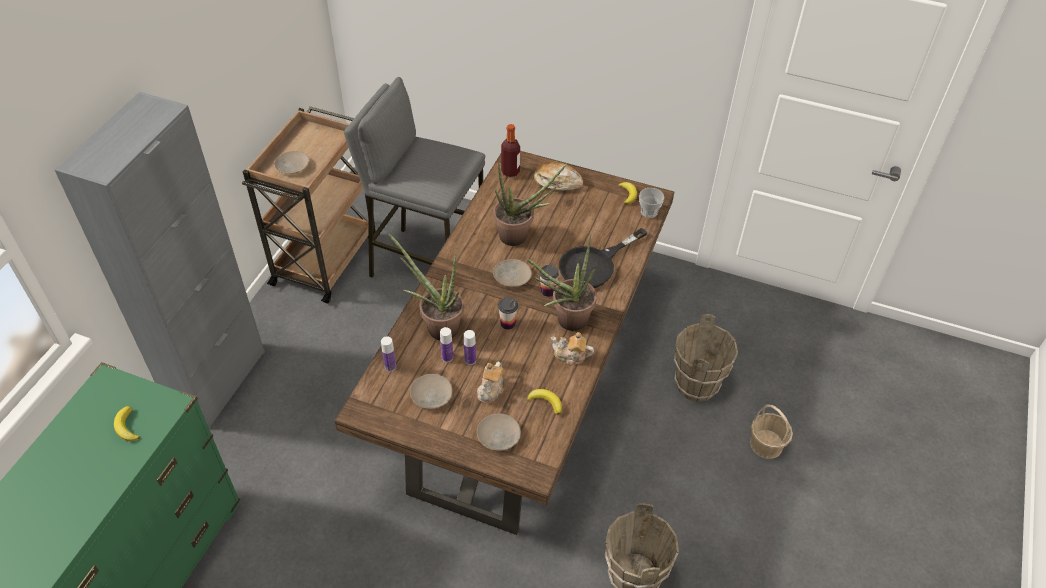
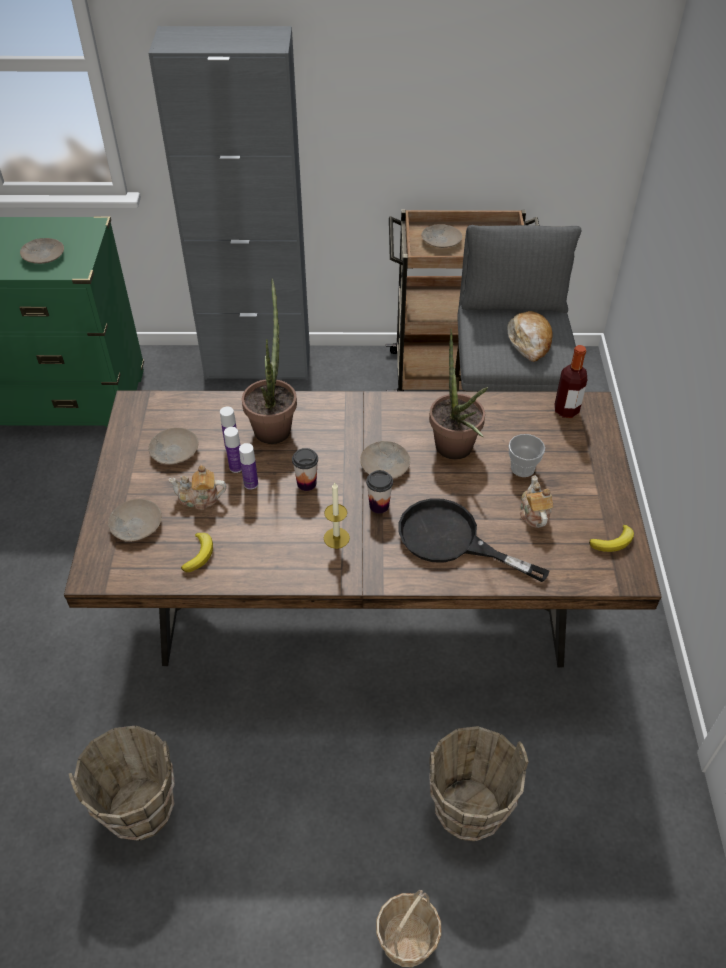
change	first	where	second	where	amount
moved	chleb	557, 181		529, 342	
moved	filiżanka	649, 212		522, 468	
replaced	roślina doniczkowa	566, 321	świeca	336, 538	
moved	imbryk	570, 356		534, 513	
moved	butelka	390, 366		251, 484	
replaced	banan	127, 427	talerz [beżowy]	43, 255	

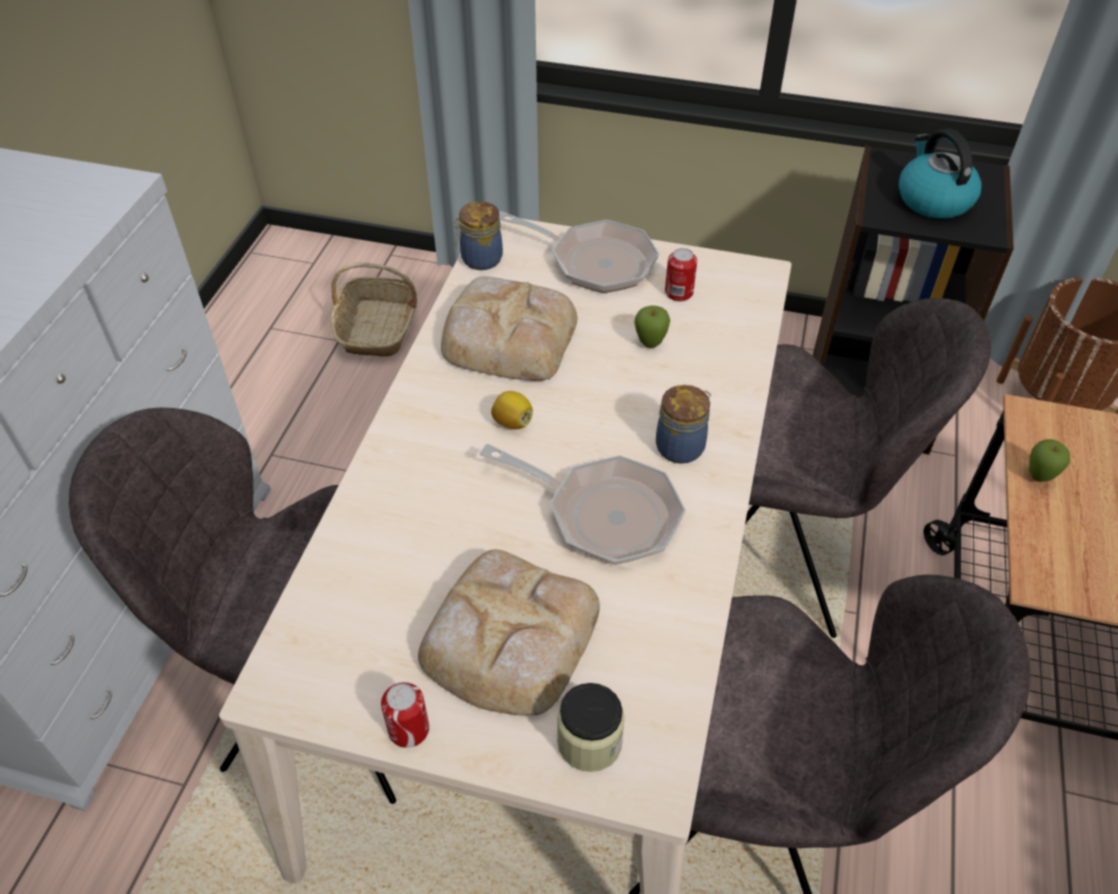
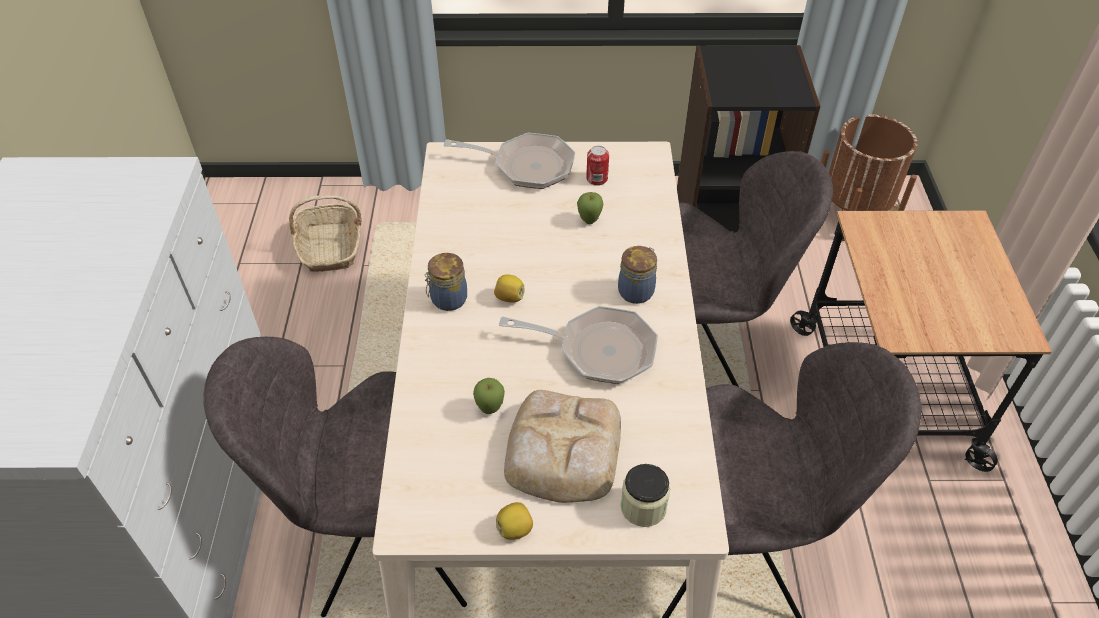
change	first	where	second	where	amount
removed	czajnik	932, 199			
moved	słoik	479, 259		447, 300	
removed	chleb	507, 336			
moved	jabłko	1038, 477		490, 409	
replaced	puszka	409, 729	cytryna	515, 529	

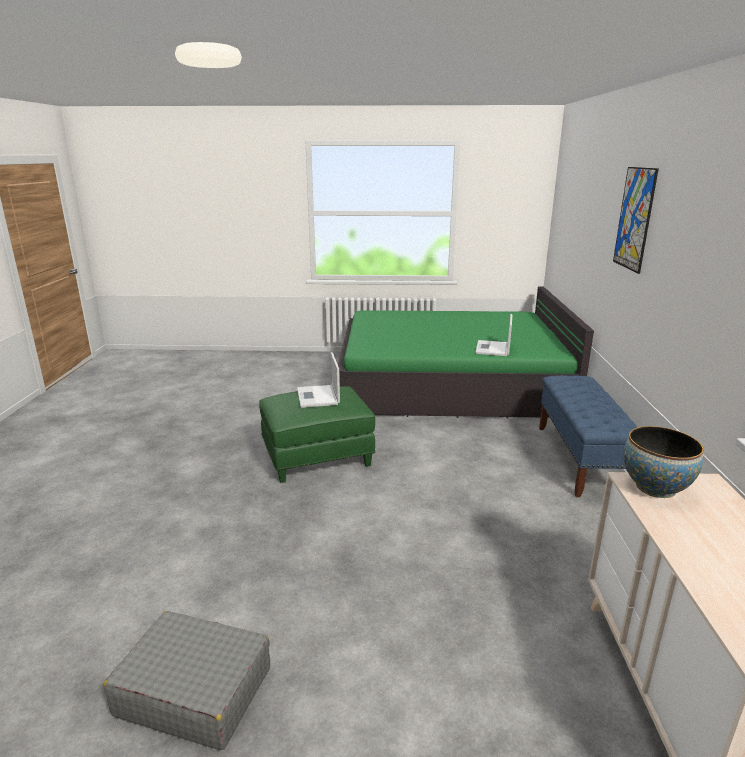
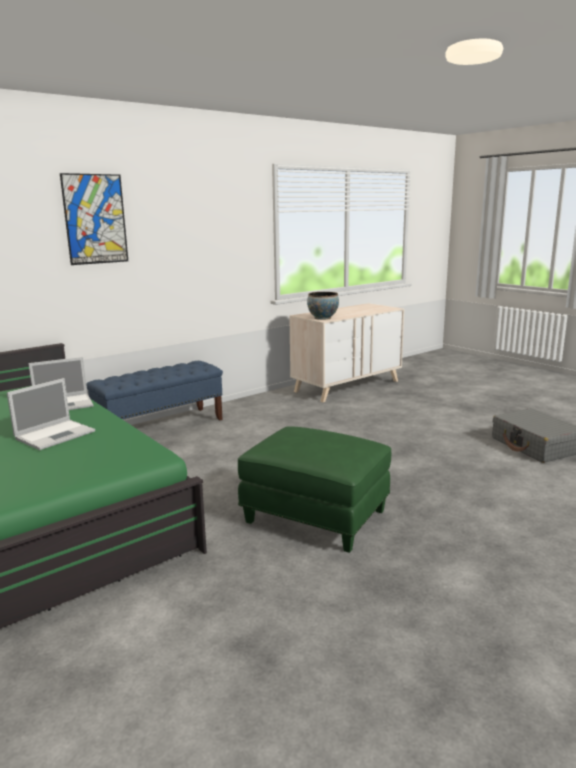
change	first	where	second	where	amount
moved	laptop	318, 397		56, 434	

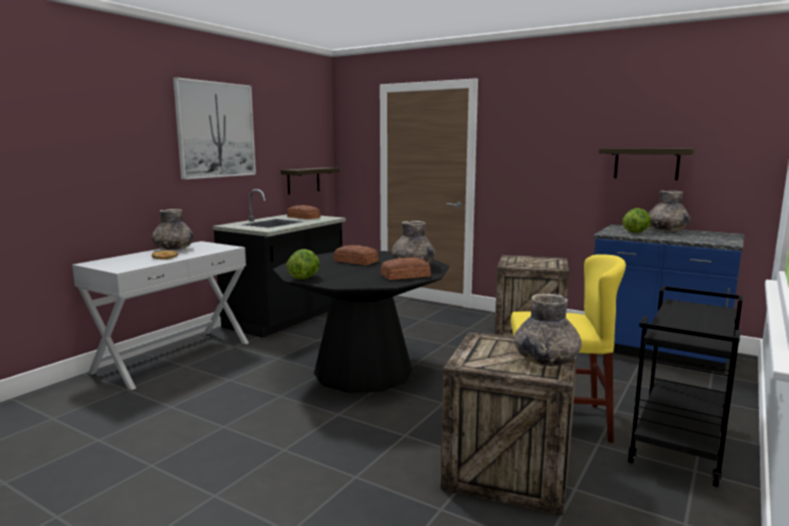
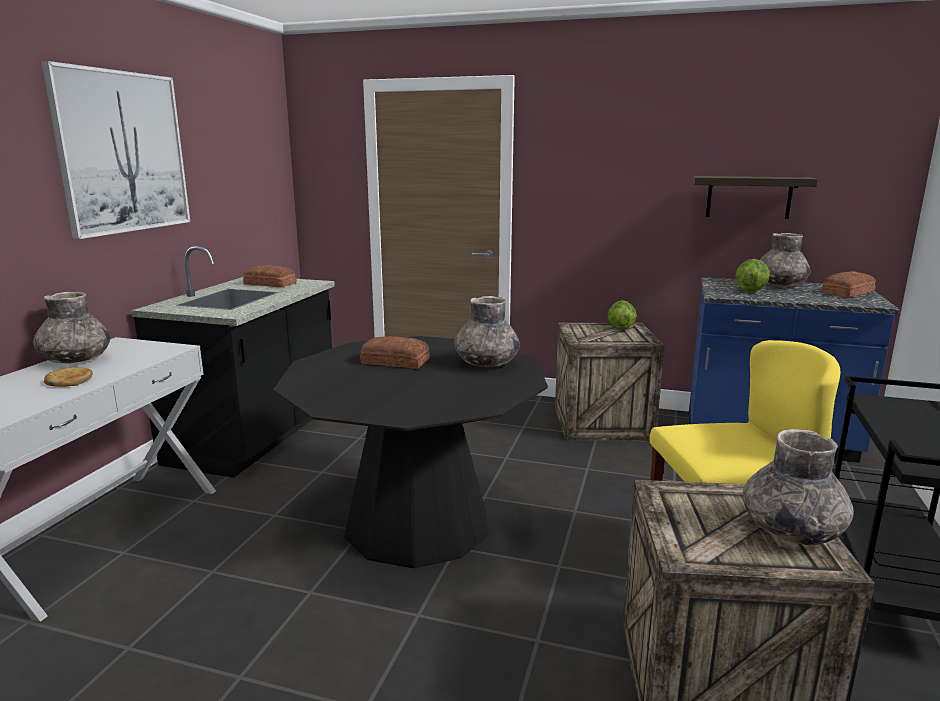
change	first	where	second	where	amount
removed	półka	303, 180			
moved	sałata	304, 278		620, 328	
moved	chleb	404, 275		846, 292	

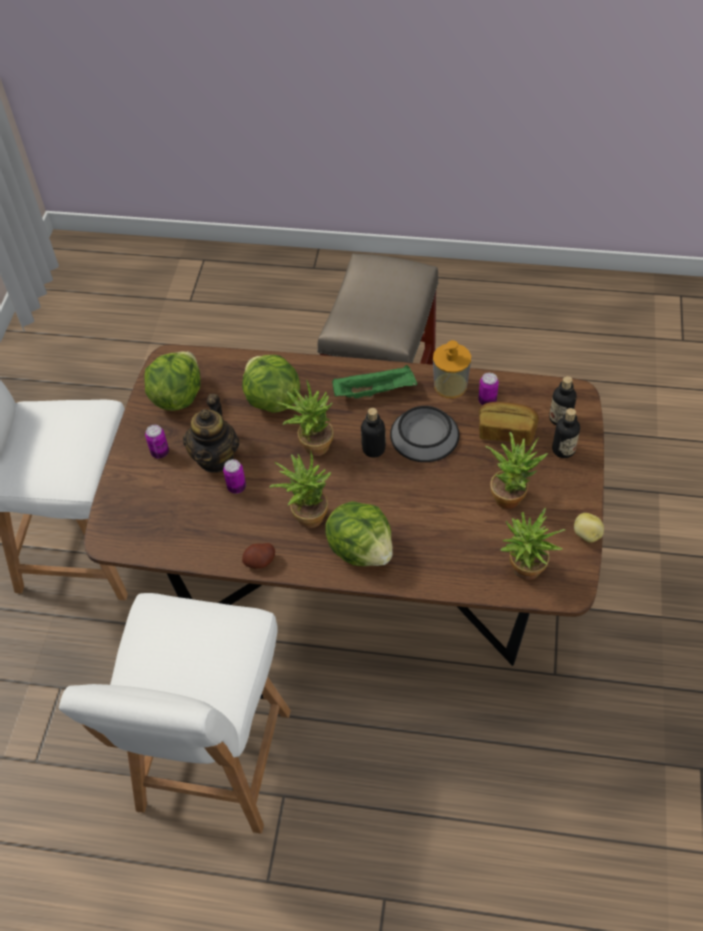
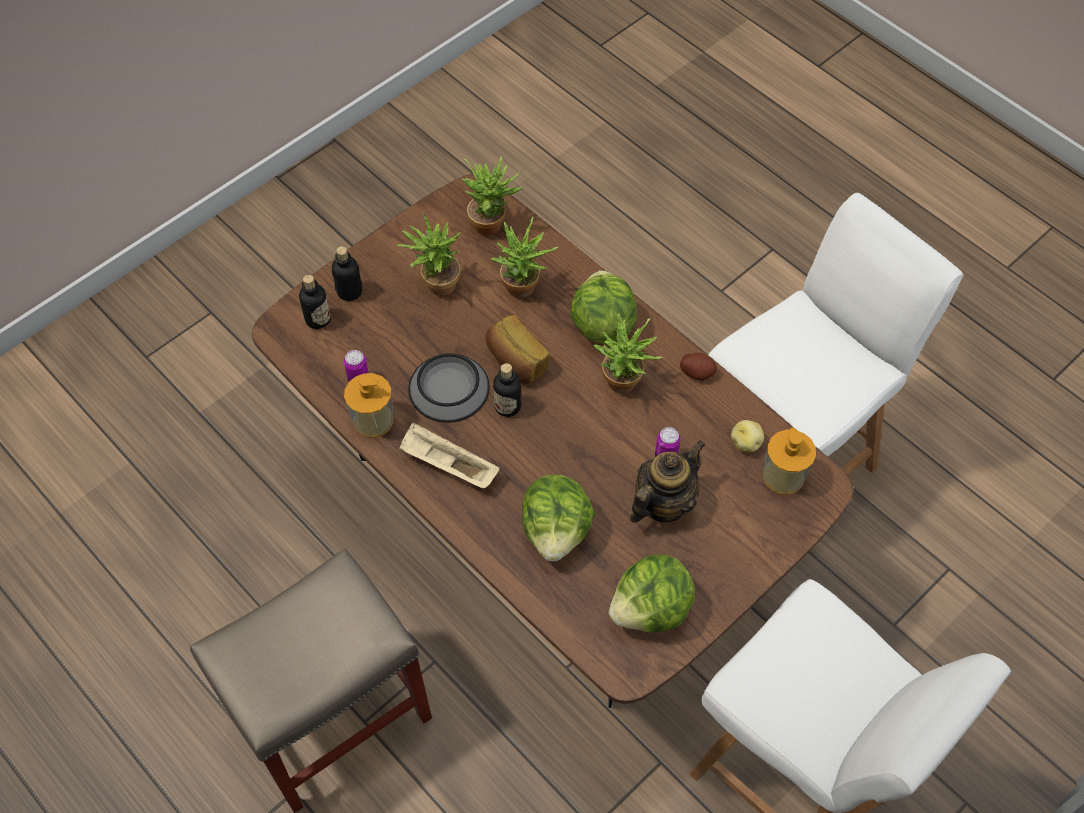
change	first	where	second	where	amount
recoloured	taca [zielony]	375, 391	taca [beżowy]	447, 465	
moved	roślina doniczkowa	311, 445		524, 291	
moved	chleb	506, 431		516, 361	
removed	puszka	160, 452			
moved	ziemniak	587, 535		746, 442	
added			dozownik mydła	783, 476	

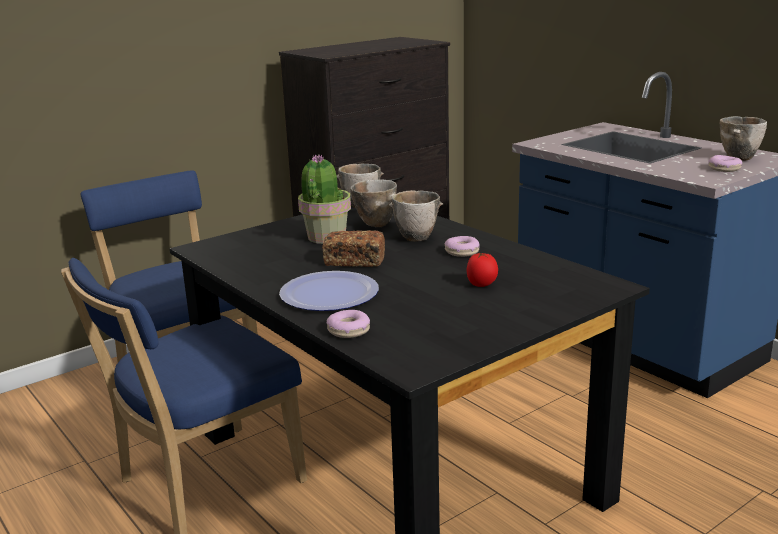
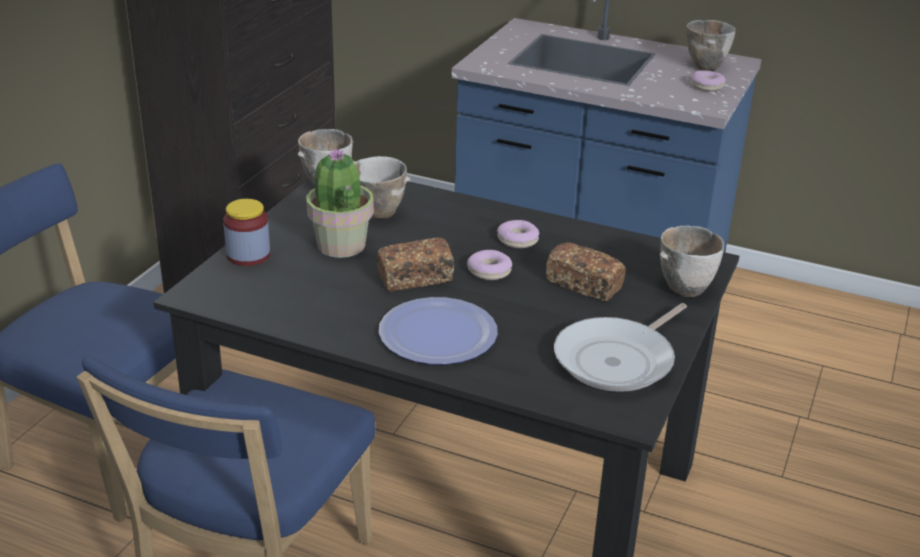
change	first	where	second	where	amount
moved	miska	418, 238		687, 289	
replaced	pomidor	482, 285	chleb	584, 285	
moved	donut	348, 330		489, 271	
added			słoik	248, 255	
added			patelnia	618, 360	

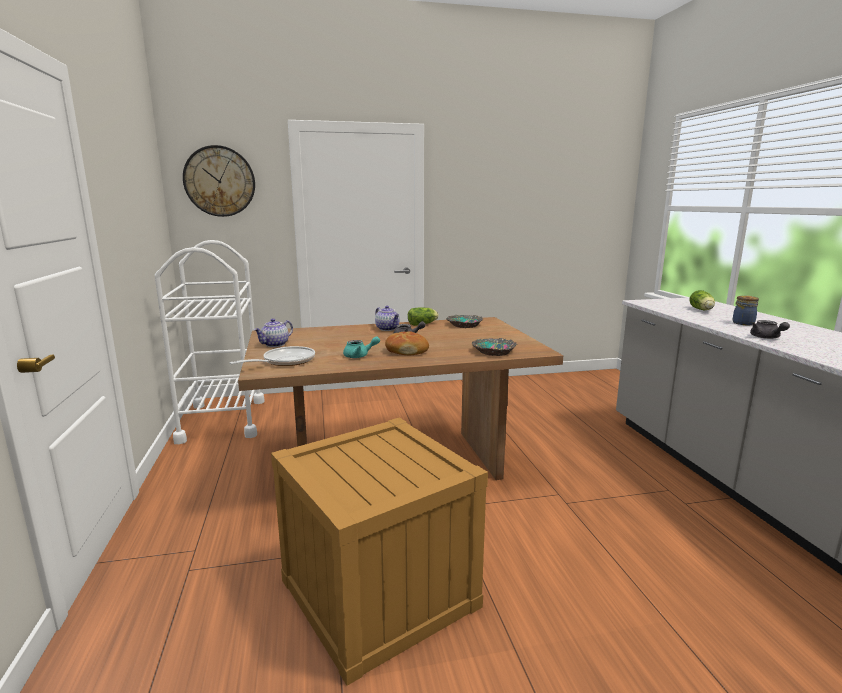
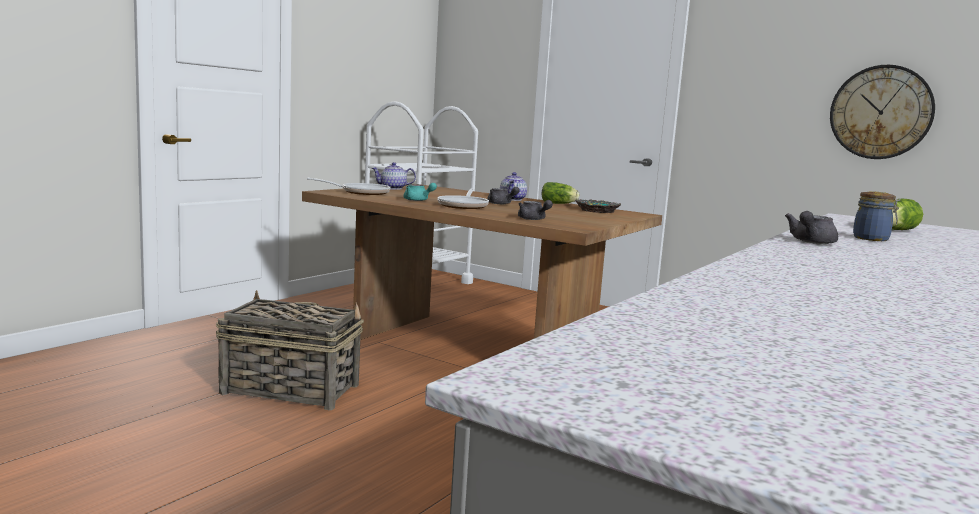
change	first	where	second	where	amount
moved	zegar ścienny	219, 181		881, 112	
replaced	chleb	406, 351	patelnia	464, 206	
replaced	miska	493, 351	imbryk [szary]	533, 219	
replaced	skrzynka	378, 594	koszyk	289, 389	

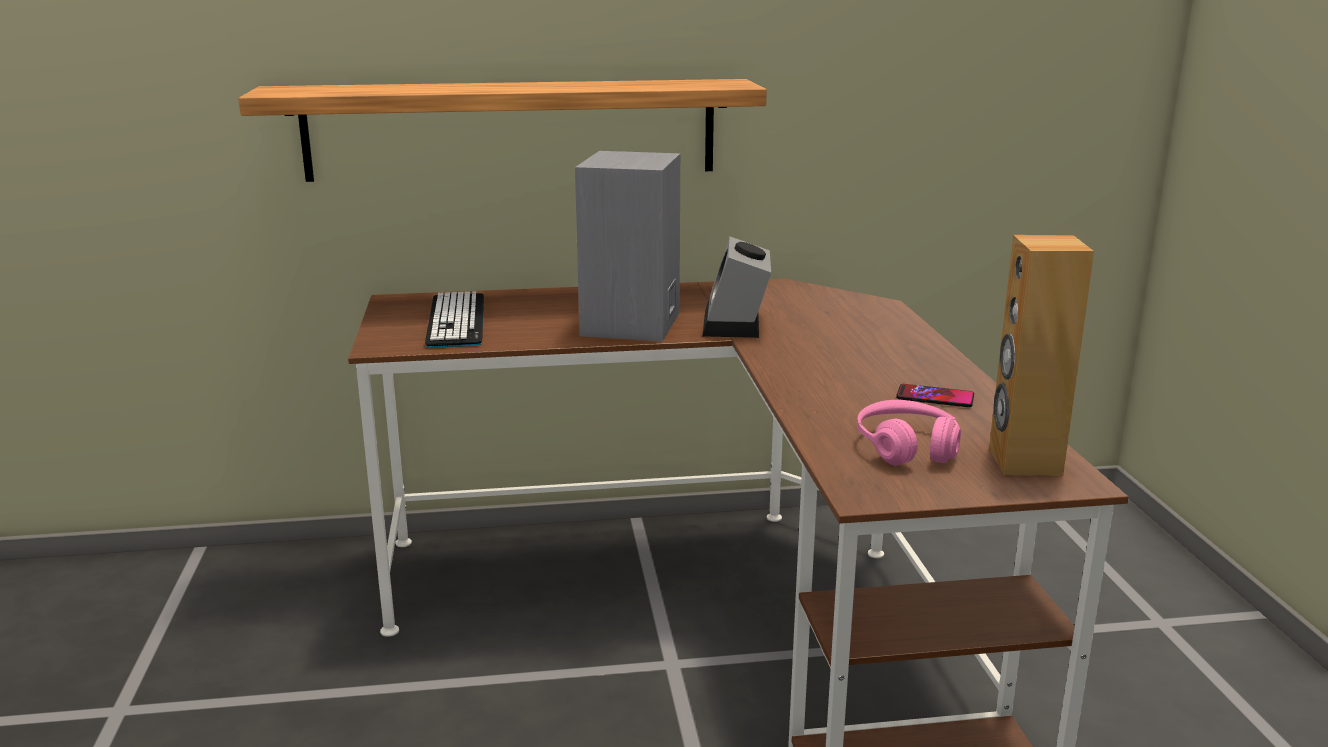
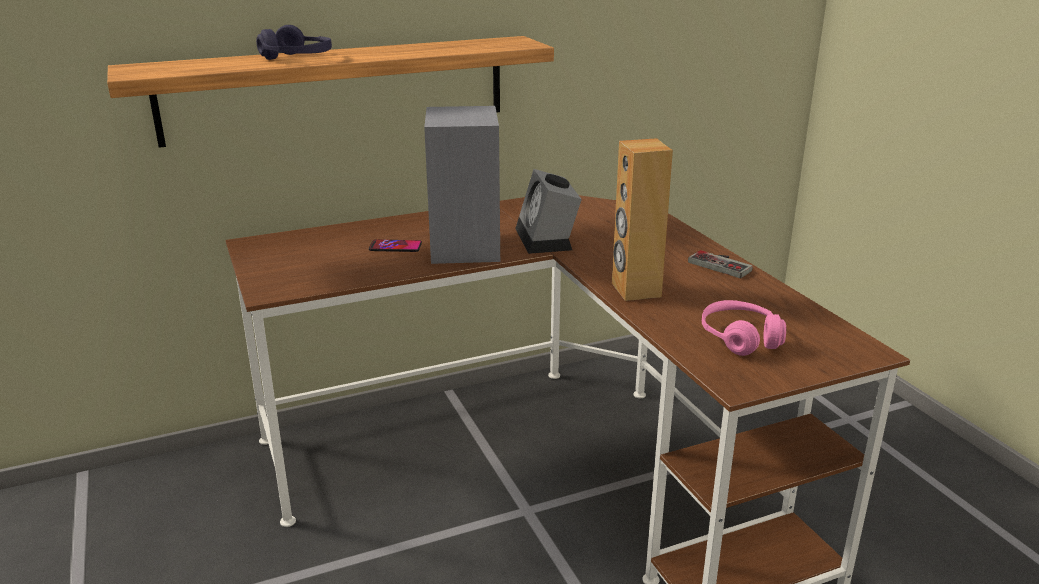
change	first	where	second	where	amount
moved	głośnik [brązowy]	1023, 461		635, 290	
removed	klawiatura	456, 321			
moved	telefon	935, 397		395, 247	
added			słuchawki [fioletowy]	297, 58	
added			pad do gier	723, 264	

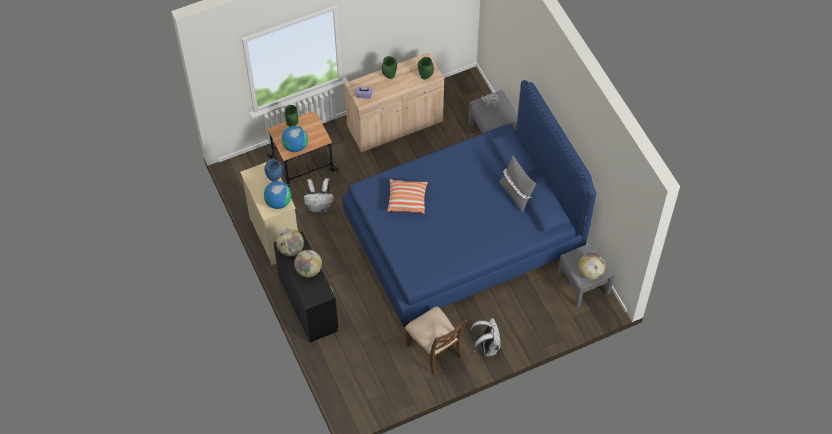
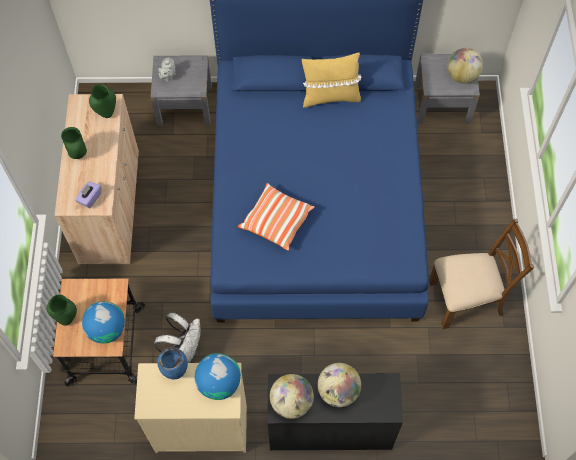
change	first	where	second	where	amount
recoloured	poduszka [szary]	516, 194	poduszka [żółty]	330, 97	
removed	plecak [biały]	487, 347			

